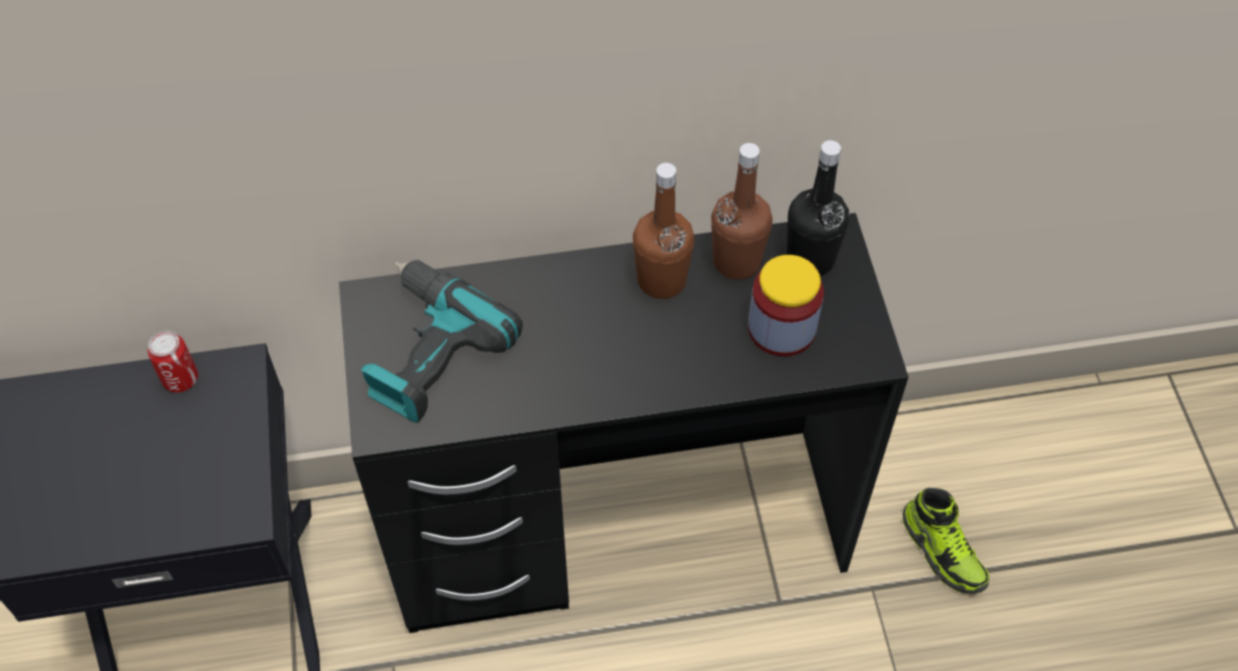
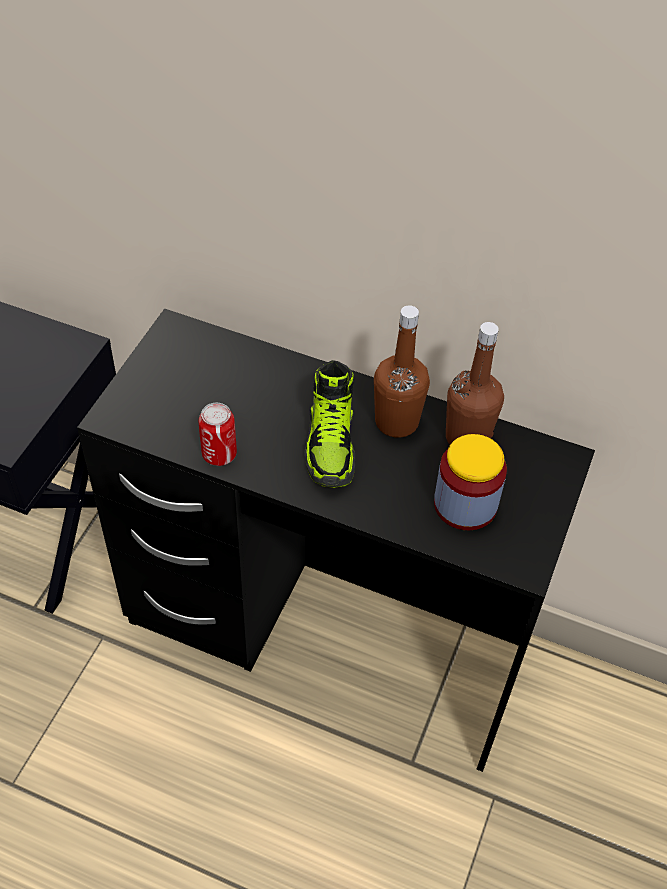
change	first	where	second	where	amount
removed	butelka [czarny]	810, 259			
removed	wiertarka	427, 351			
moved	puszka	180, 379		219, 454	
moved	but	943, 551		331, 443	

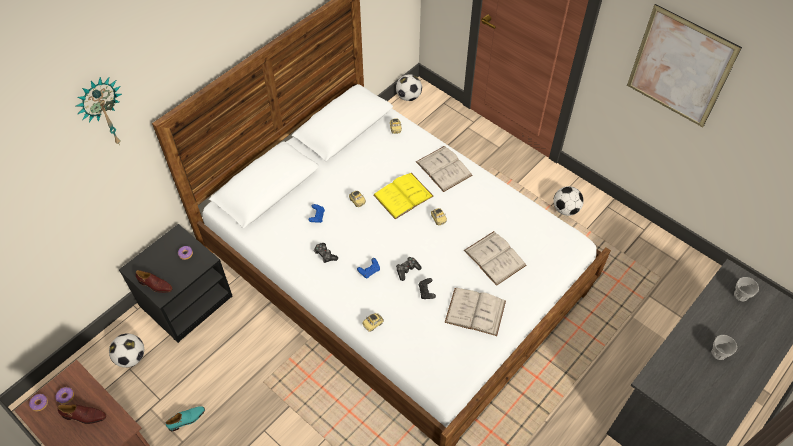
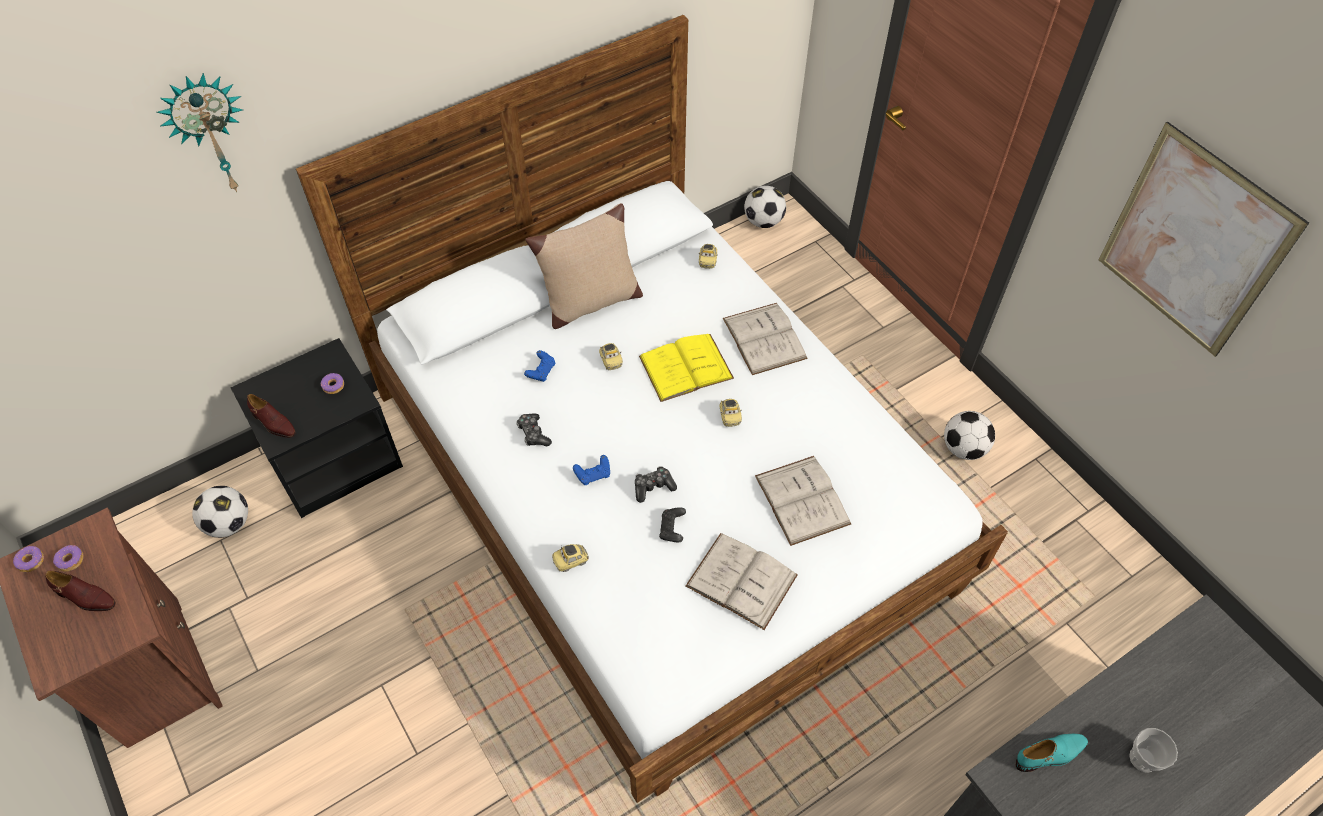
change	first	where	second	where	amount
removed	filiżanka	741, 295			
moved	but [turkusowy]	187, 419		1050, 754	
added			poduszka [beżowy]	590, 302	

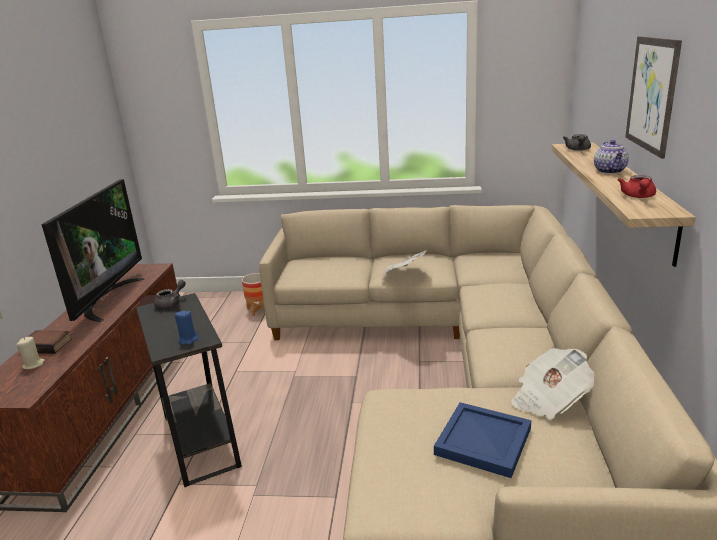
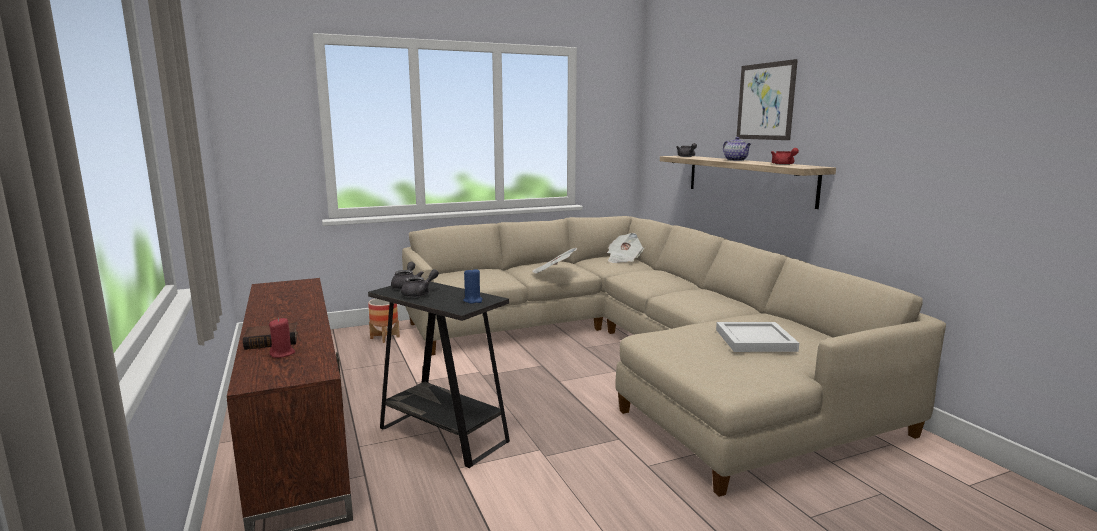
change	first	where	second	where	amount
removed	telewizor	107, 299			
recoloured	świeca [beżowy]	33, 364	świeca [czerwony]	282, 354	
moved	gazeta	549, 399		624, 259	
recoloured	taca [niebieski]	482, 440	taca [biały]	753, 340	
added			imbryk [szary]	420, 294	

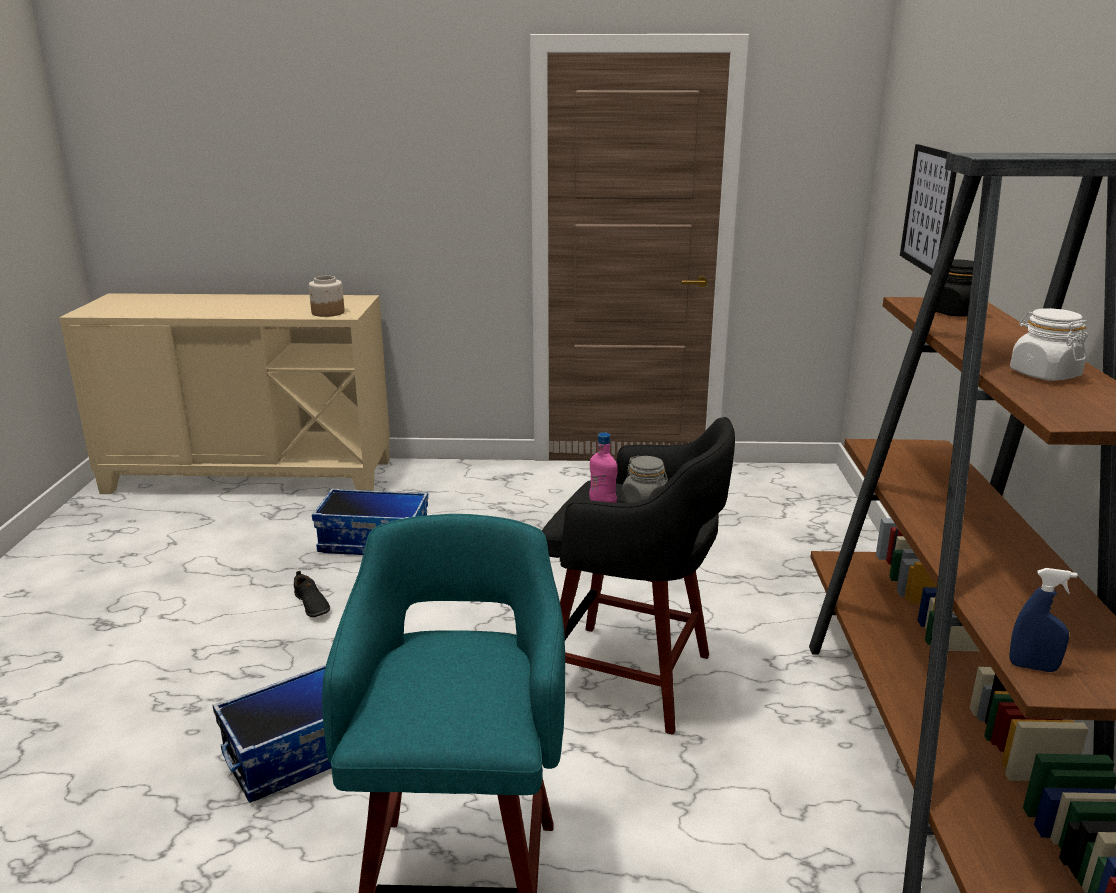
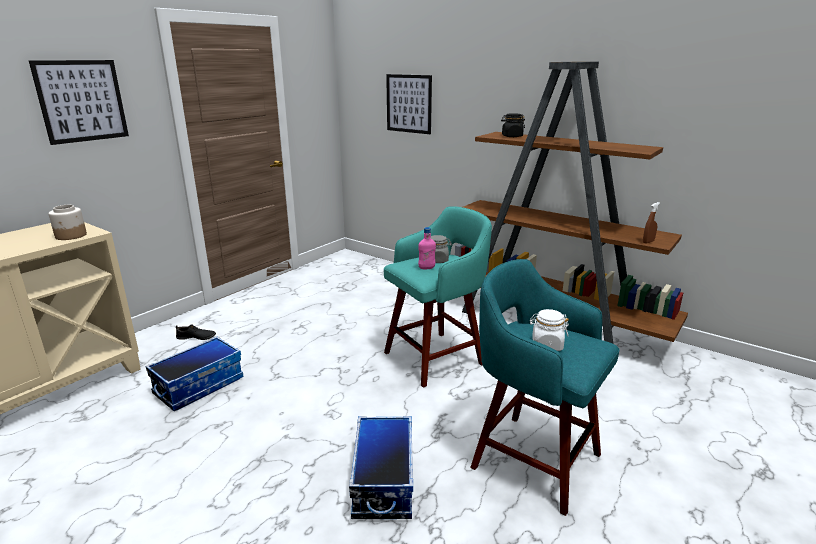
change	first	where	second	where	amount
moved	słoik [biały]	1044, 374		546, 345	
recoloured	stołek [czarny]	633, 678	stołek [turkusowy]	436, 357	
recoloured	spryskiwacz [niebieski]	1033, 667	spryskiwacz [brązowy]	648, 242	
moved	but [czarny]	311, 605		196, 337	
added			obraz	82, 101	

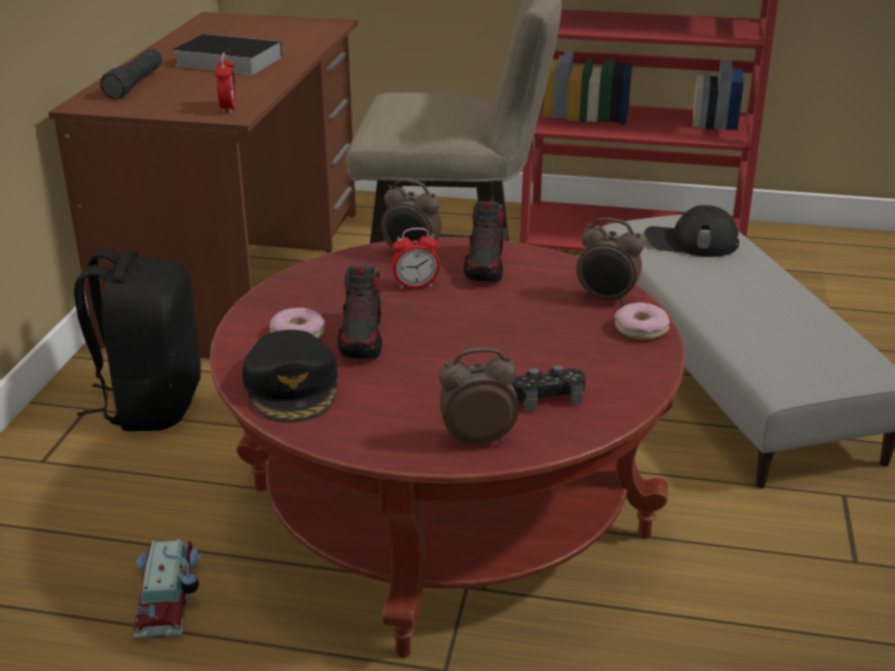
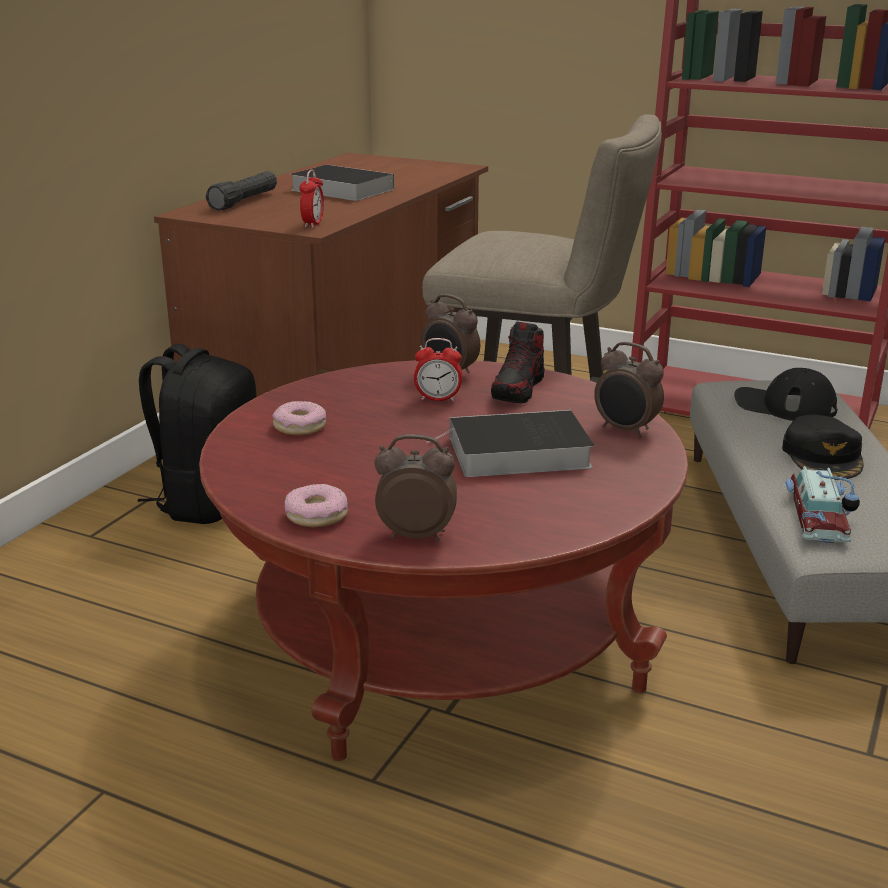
change	first	where	second	where	amount
removed	but	362, 337			
moved	donut	641, 329		317, 515	
moved	czapka z daszkiem [czarny]	293, 386		823, 457	
removed	pad do gier [czarny]	546, 395			
moved	samochodzik	169, 593		820, 514	
added			książka	515, 453	

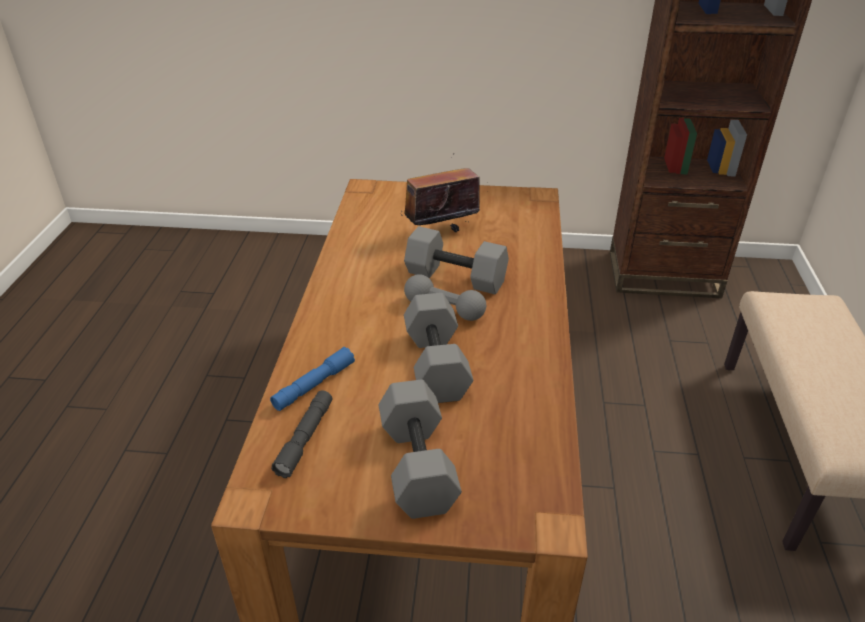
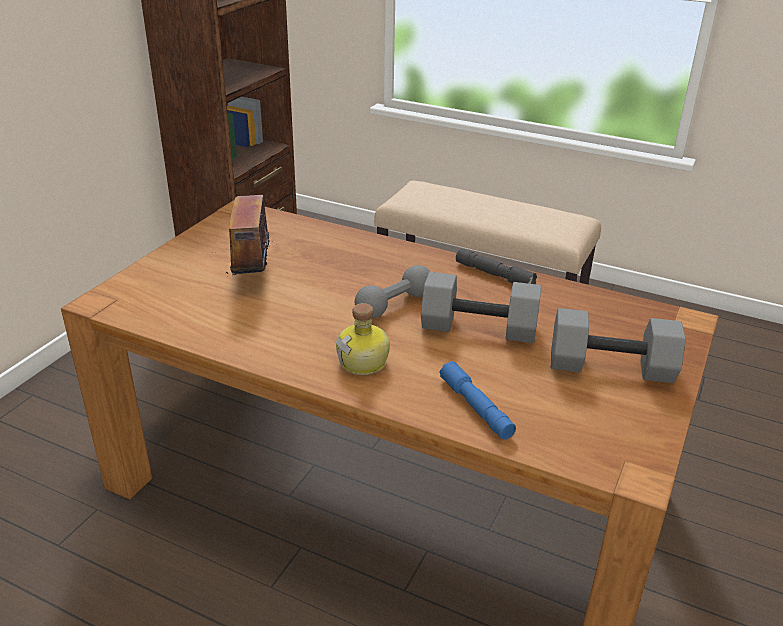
change	first	where	second	where	amount
removed	hantel [szary]	454, 278			
moved	latarka [szary]	305, 438		494, 275	
added			butelka	364, 362	

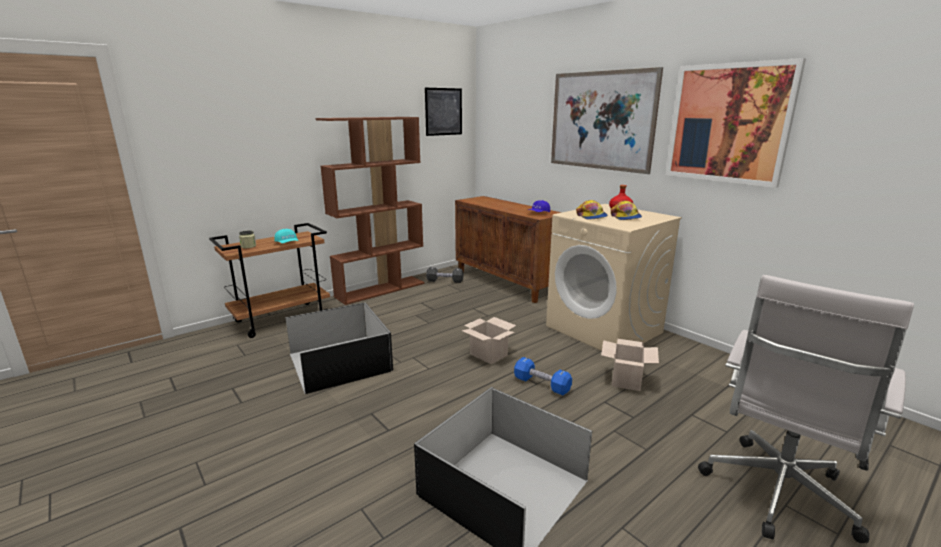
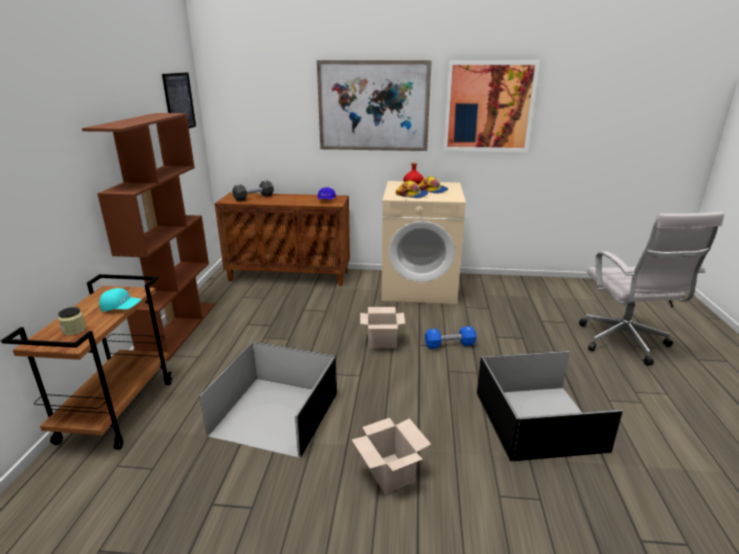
change	first	where	second	where	amount
moved	hantel [czarny]	445, 281		254, 198	
moved	karton	625, 379		389, 472	

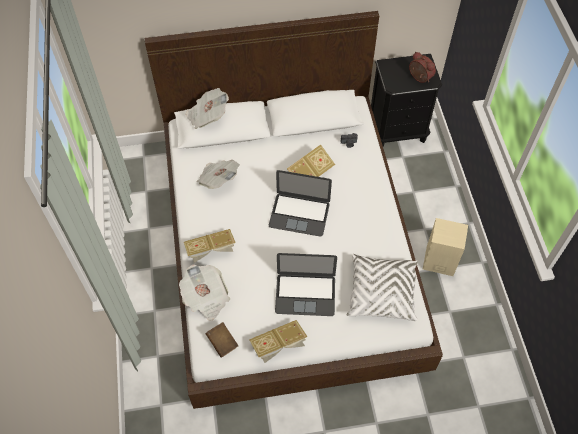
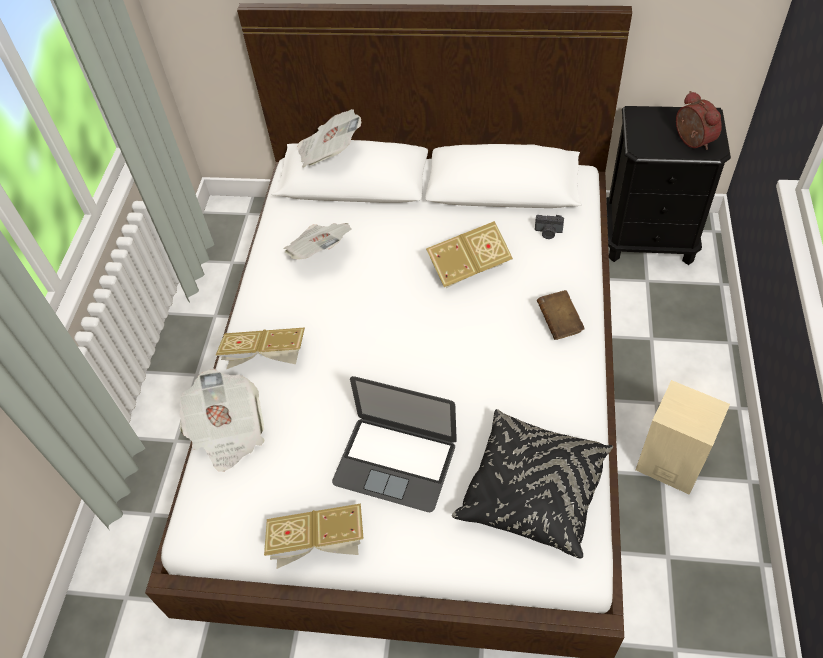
change	first	where	second	where	amount
removed	laptop	299, 214			
recoloured	poduszka [biały]	381, 292	poduszka [czarny]	532, 491	
moved	książka [brązowy]	222, 342		559, 322	

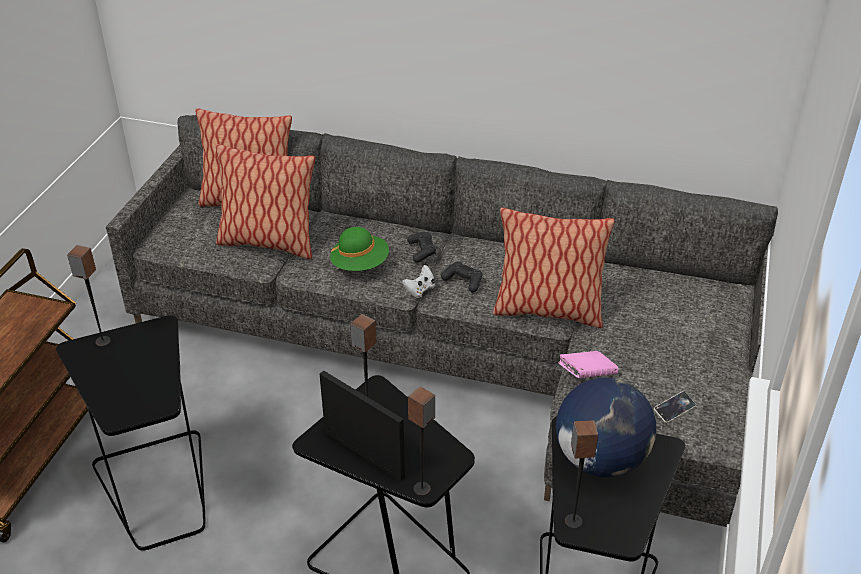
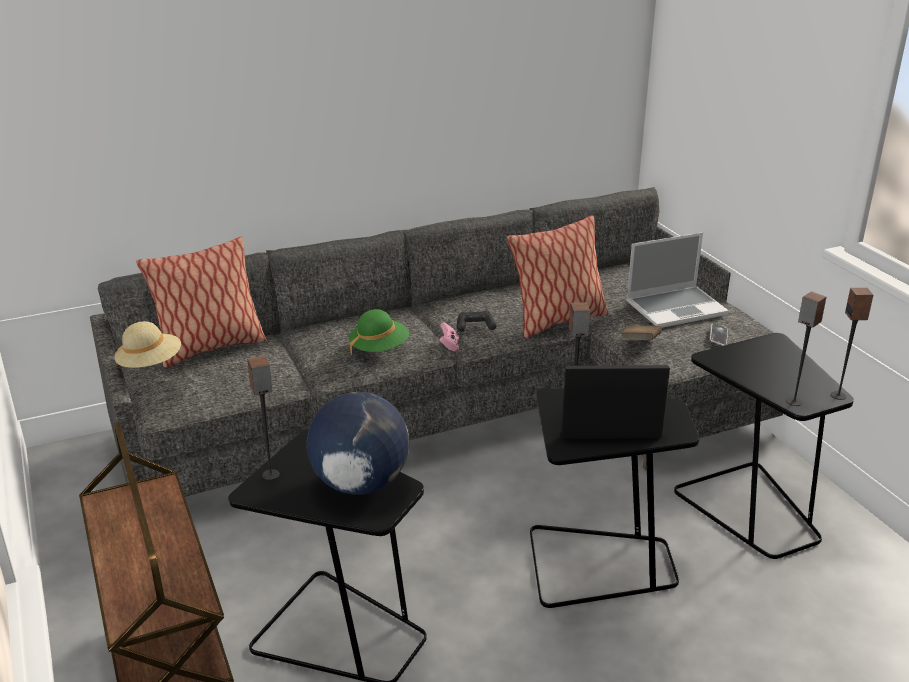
change	first	where	second	where	amount
removed	poduszka	268, 243			
removed	pad do gier [czarny]	421, 251			
recoloured	pad do gier [biały]	420, 290	pad do gier [różowy]	449, 346	
recoloured	książka [różowy]	586, 375	książka [brązowy]	640, 343	
moved	globus	600, 459		360, 483	
moved	głośnik	422, 489		838, 395	
added			laptop	676, 308	
added			kapelusz [beżowy]	150, 364	

